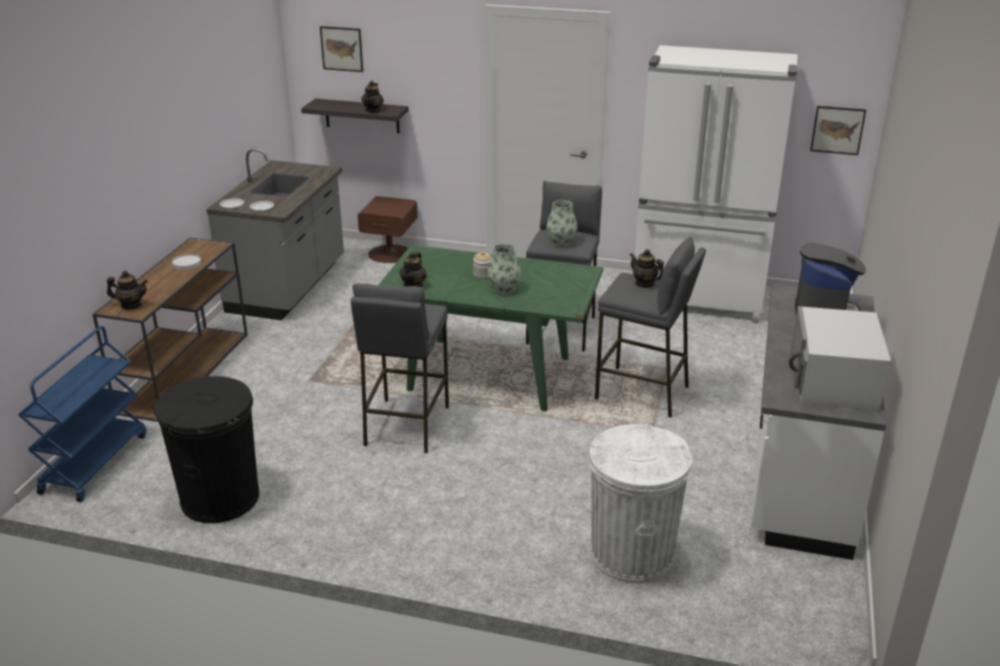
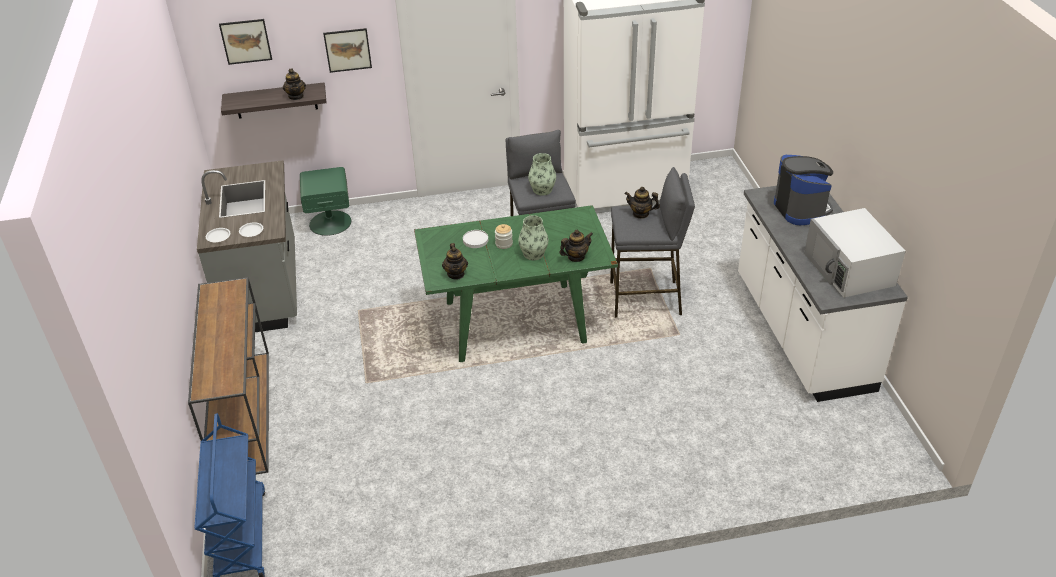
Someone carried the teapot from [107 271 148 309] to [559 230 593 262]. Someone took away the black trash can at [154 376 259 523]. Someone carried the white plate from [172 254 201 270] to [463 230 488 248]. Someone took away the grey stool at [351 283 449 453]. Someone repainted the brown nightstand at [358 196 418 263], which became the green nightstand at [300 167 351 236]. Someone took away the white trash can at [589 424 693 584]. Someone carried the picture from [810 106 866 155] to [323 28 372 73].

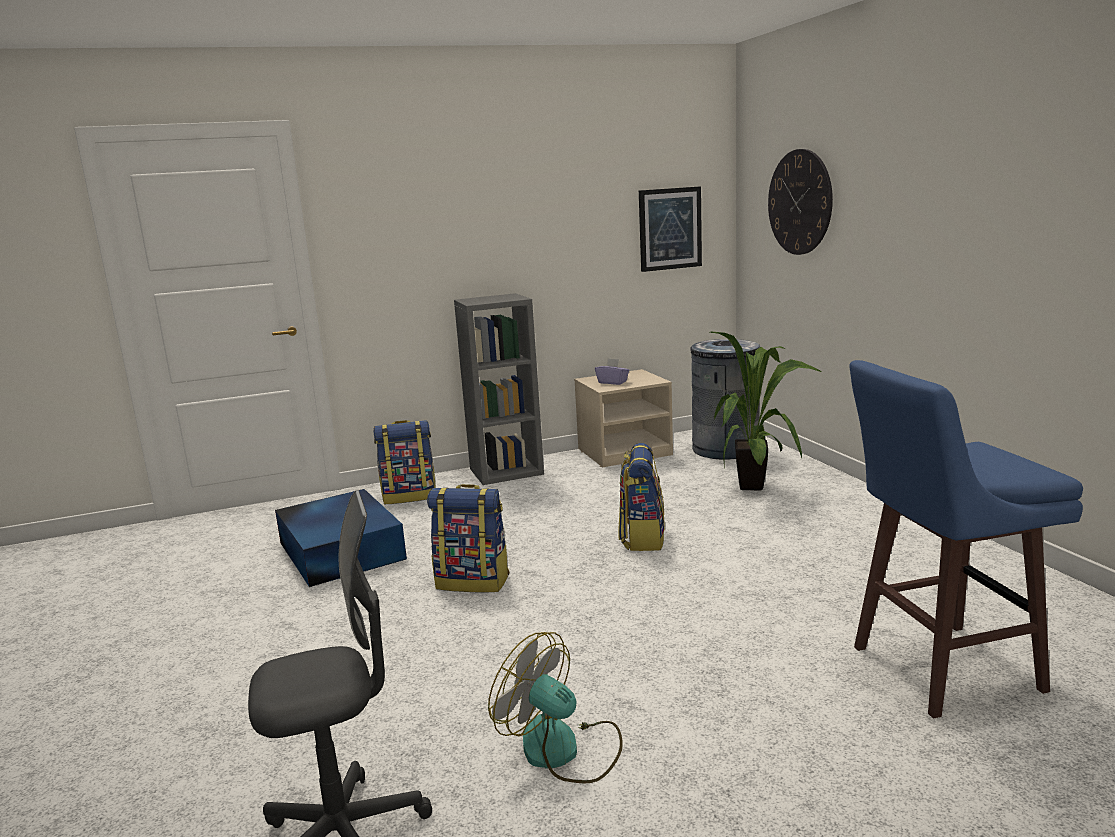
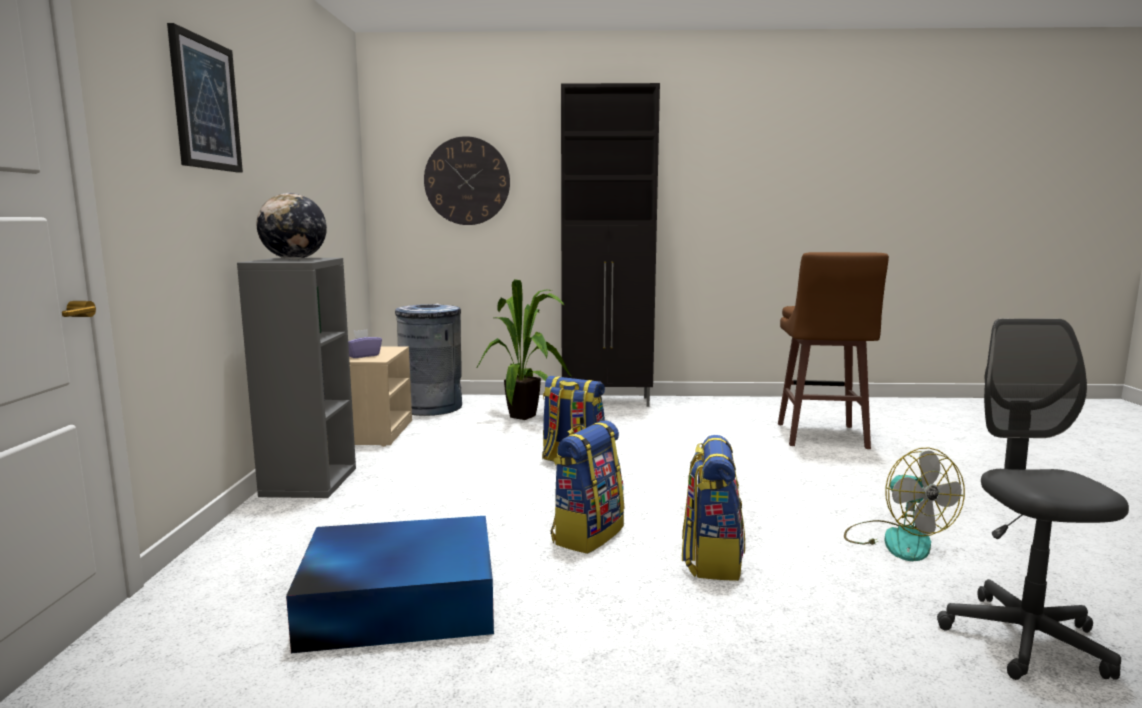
Someone carried the backpack from [373 420 436 505] to [682 435 745 581]. Someone rotated the fan at [488 632 623 783] by 75 degrees counterclockwise. Someone carried the picture from [639 186 702 272] to [167 23 243 172]. Someone repainted the blue stool at [849 360 1083 719], which became the brown stool at [778 252 889 449]. Someone put down the globe at [256 193 327 259]. Someone put down the black cabinet at [561 83 660 407].

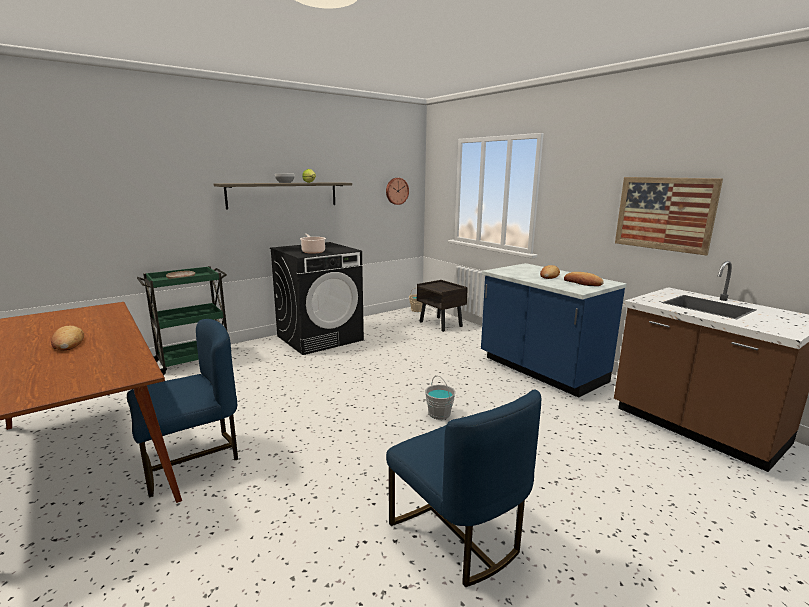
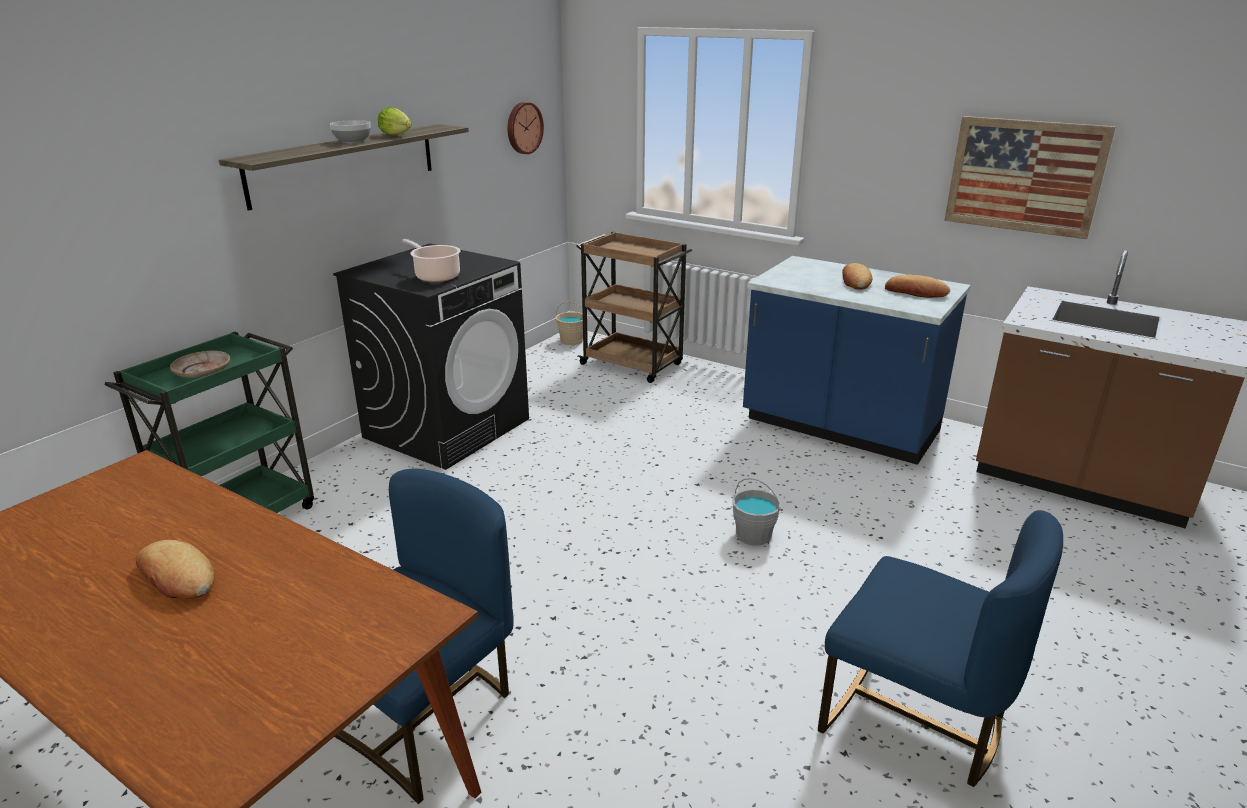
Someone swapped the brown nightstand at [417 280 468 332] for the brown cart at [576 232 692 383].

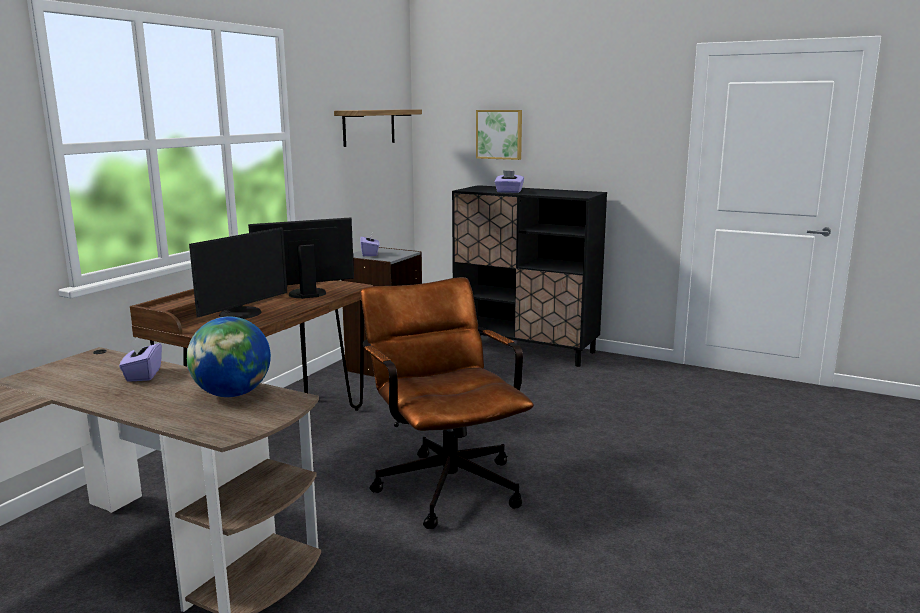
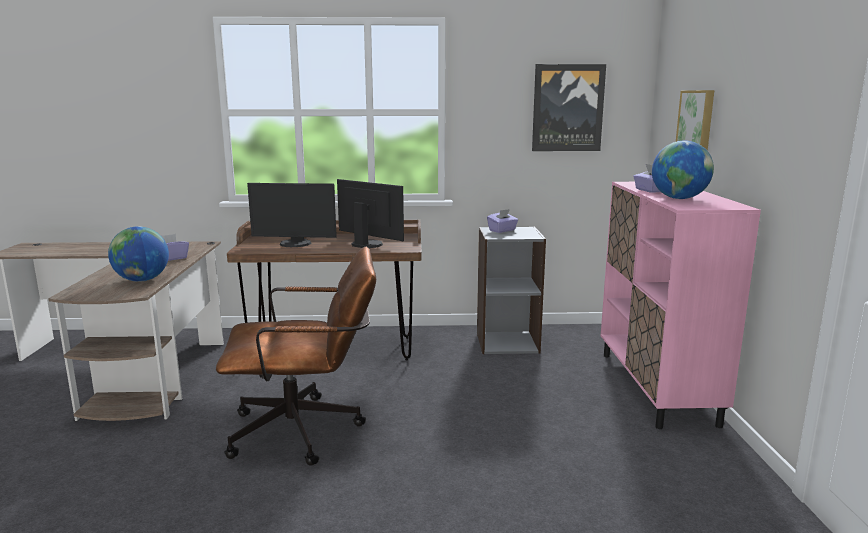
Someone swapped the shelf at [334 110 422 147] for the picture at [532 64 606 151]. Someone rotated the brown office chair at [360 277 534 529] by 45 degrees clockwise. Someone repainted the black cabinet at [452 185 607 367], which became the pink cabinet at [601 182 761 429]. Someone put down the globe at [652 140 714 199].

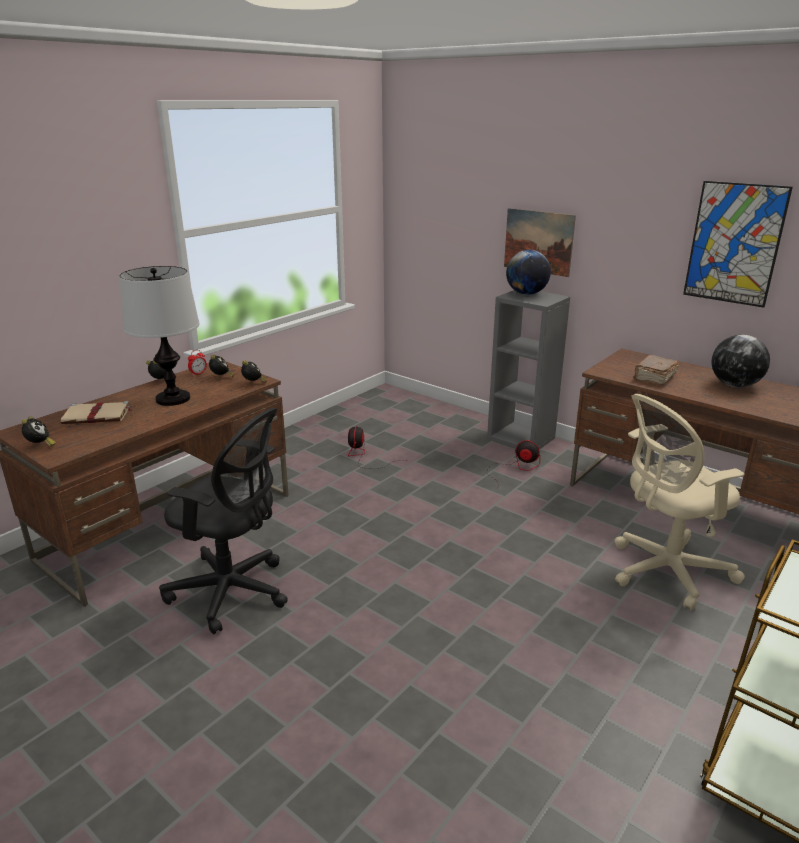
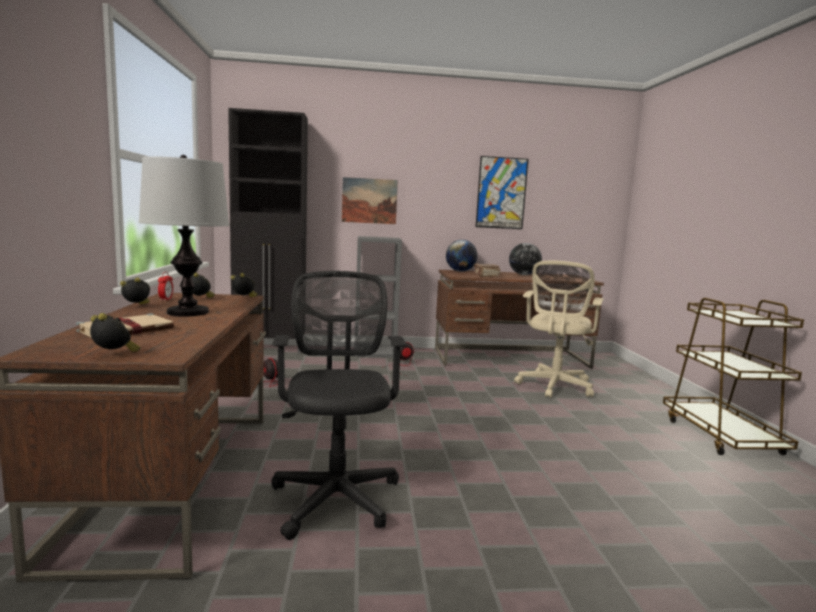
Someone rotated the black office chair at [159 408 288 635] by 75 degrees counterclockwise. Someone carried the globe from [506 250 551 295] to [446 240 478 272]. Someone put down the black cabinet at [228 108 308 353].

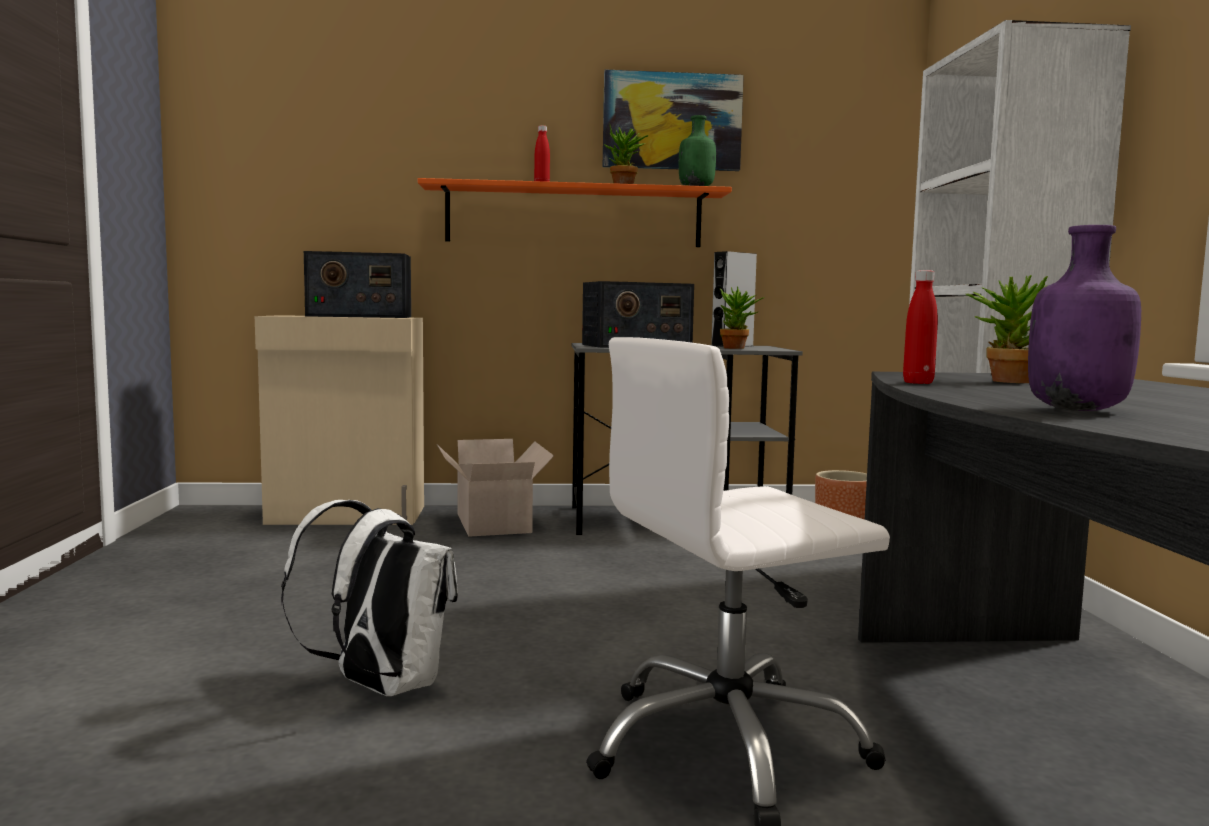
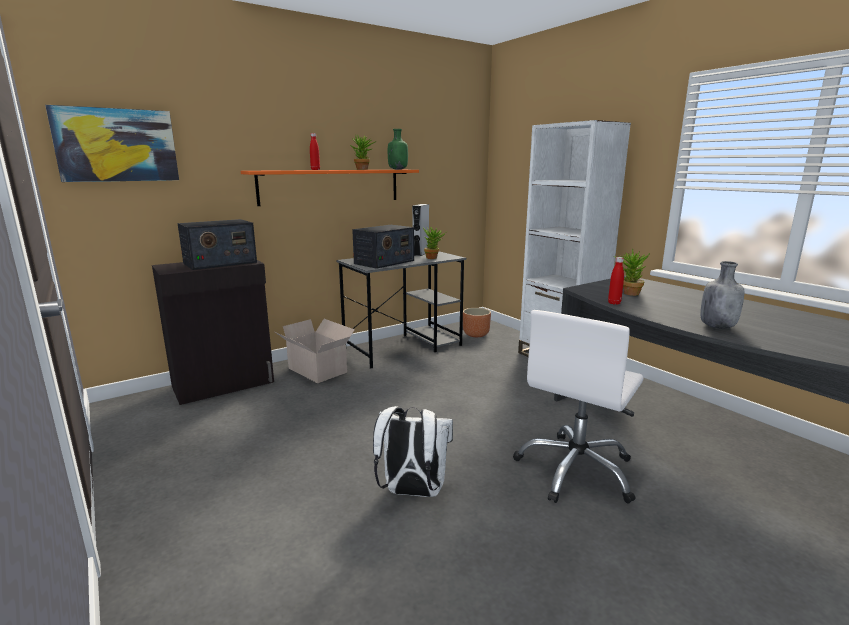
Someone repainted the beige cabinet at [255 315 424 525], which became the black cabinet at [152 260 274 405]. Someone carried the picture from [603 69 744 171] to [45 105 179 182]. Someone repainted the purple bottle at [1028 225 1141 411], which became the grey bottle at [700 261 745 329].

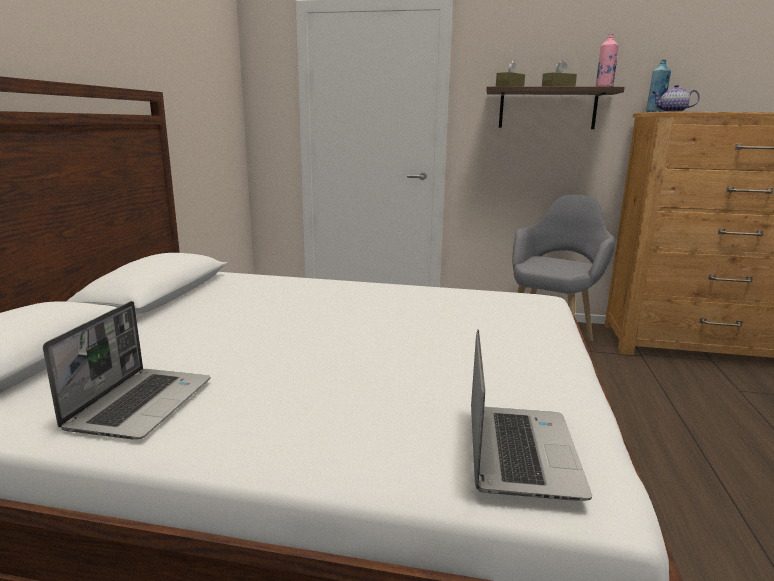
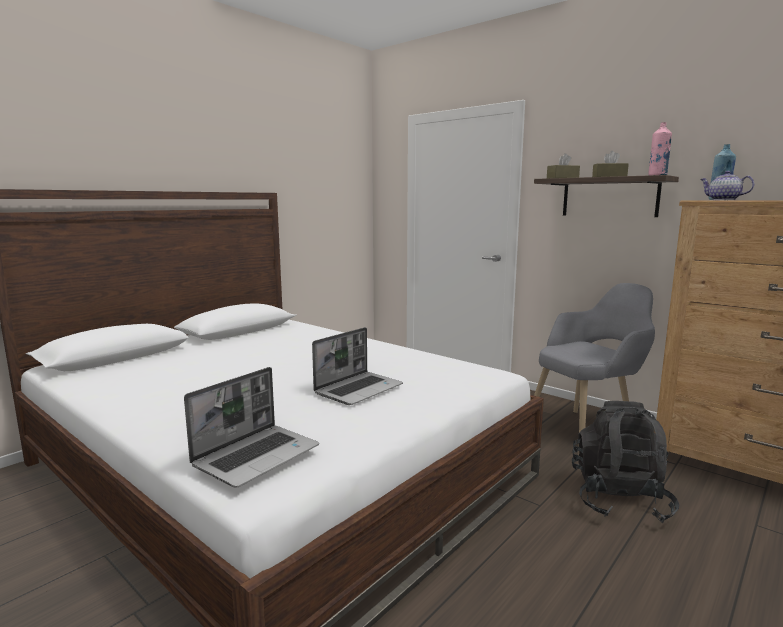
Someone carried the laptop from [43 301 210 439] to [312 327 403 405]. Someone put down the black backpack at [572 401 679 523].

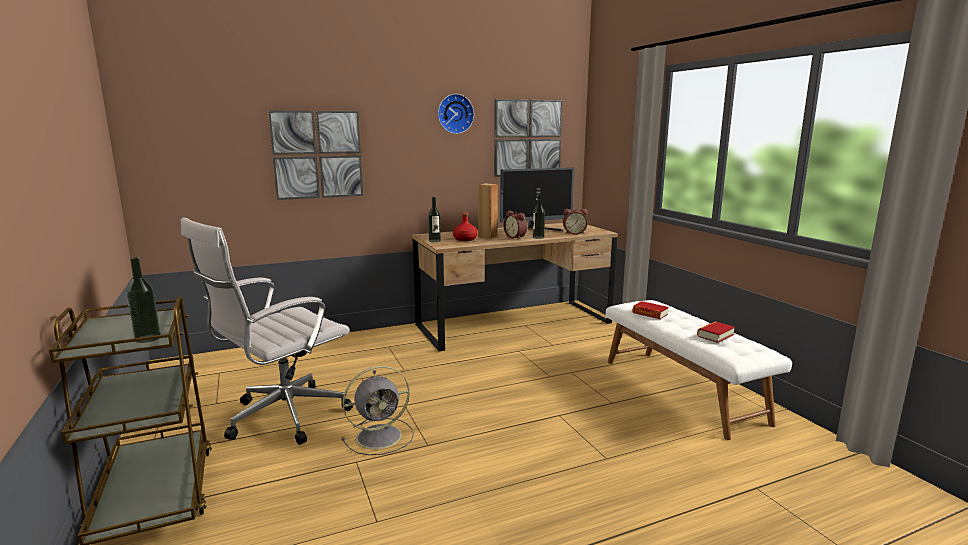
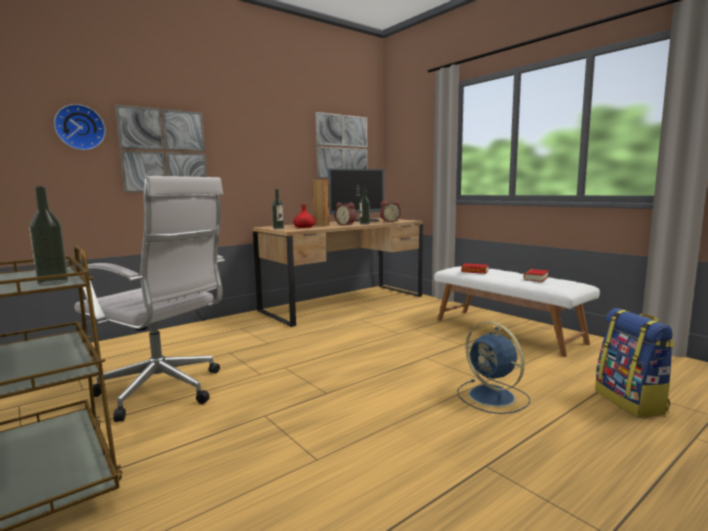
Someone rotated the white office chair at [181 217 353 445] by 90 degrees counterclockwise. Someone took away the grey fan at [341 366 414 455]. Someone carried the wall clock from [438 94 474 134] to [54 104 106 150]. Someone put down the blue fan at [457 321 530 414]. Someone put down the backpack at [595 308 675 417].

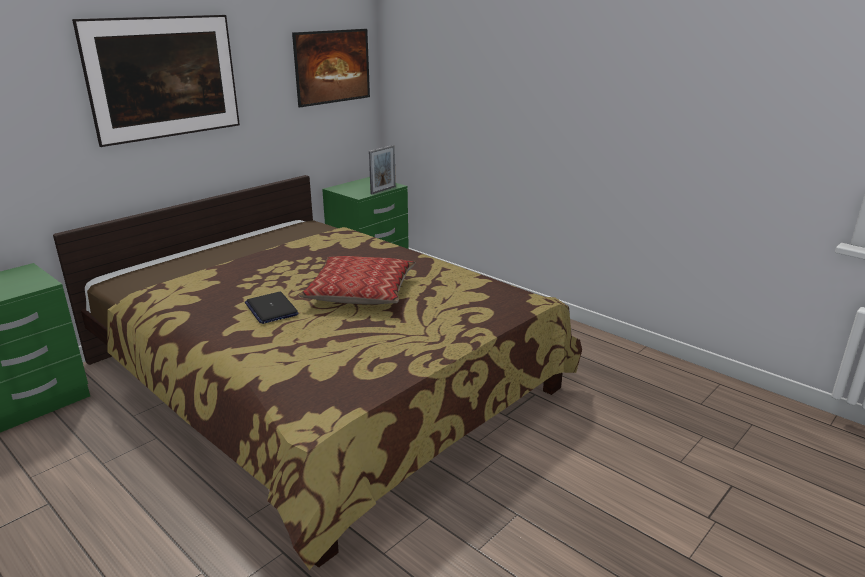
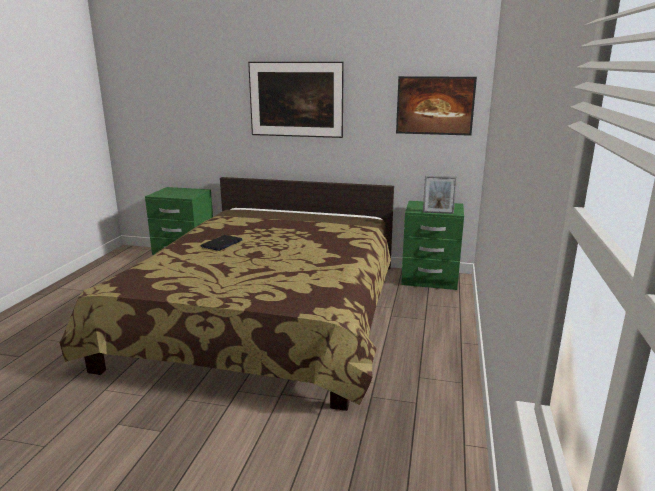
Someone took away the pillow at [299 256 416 304].

